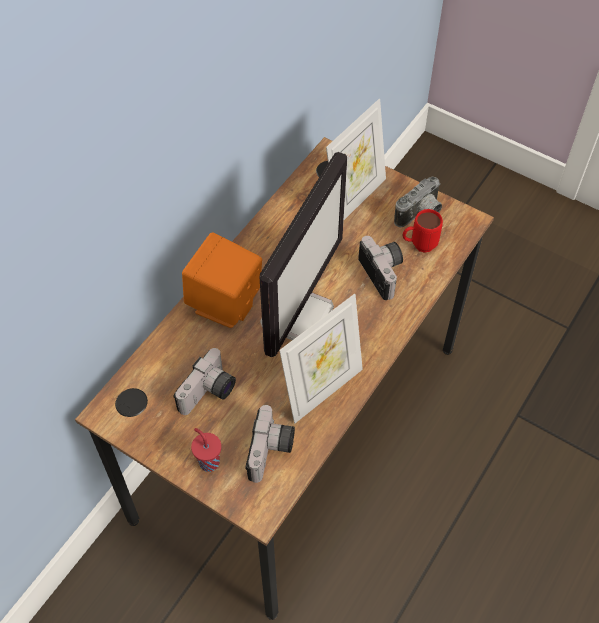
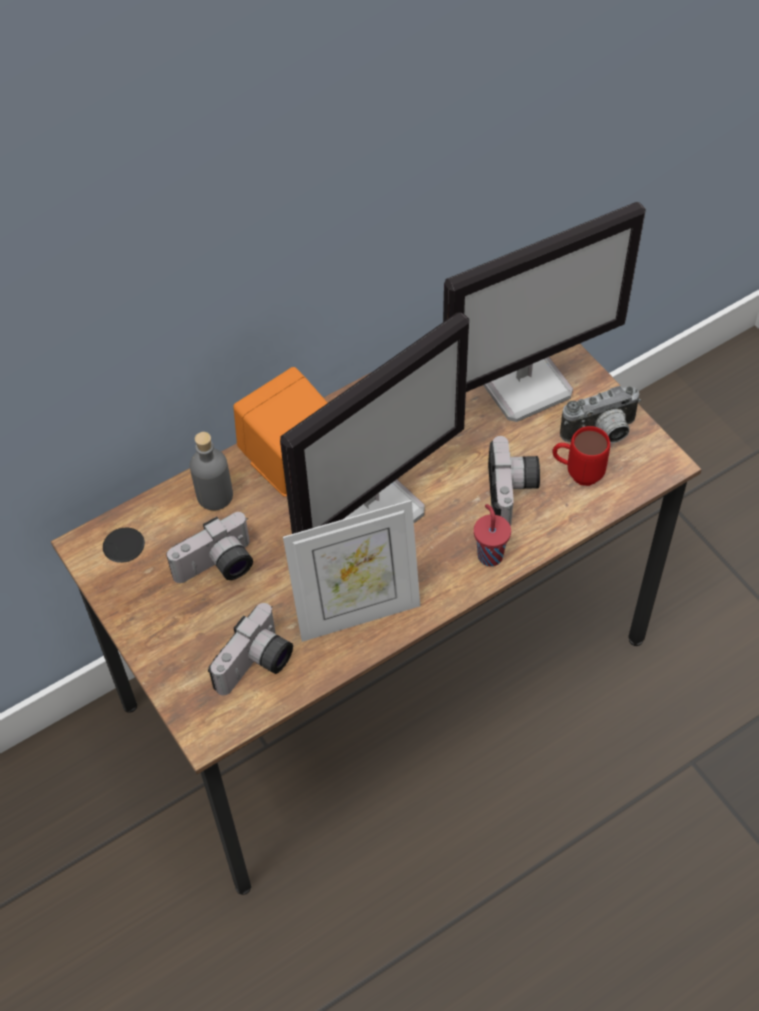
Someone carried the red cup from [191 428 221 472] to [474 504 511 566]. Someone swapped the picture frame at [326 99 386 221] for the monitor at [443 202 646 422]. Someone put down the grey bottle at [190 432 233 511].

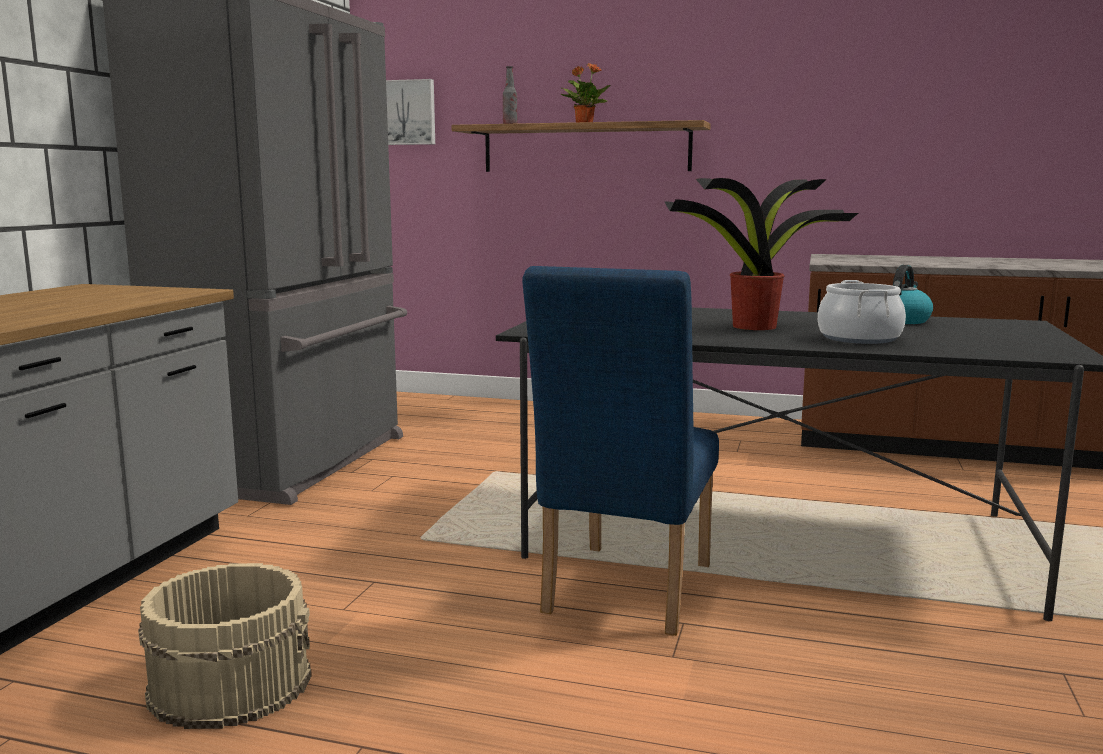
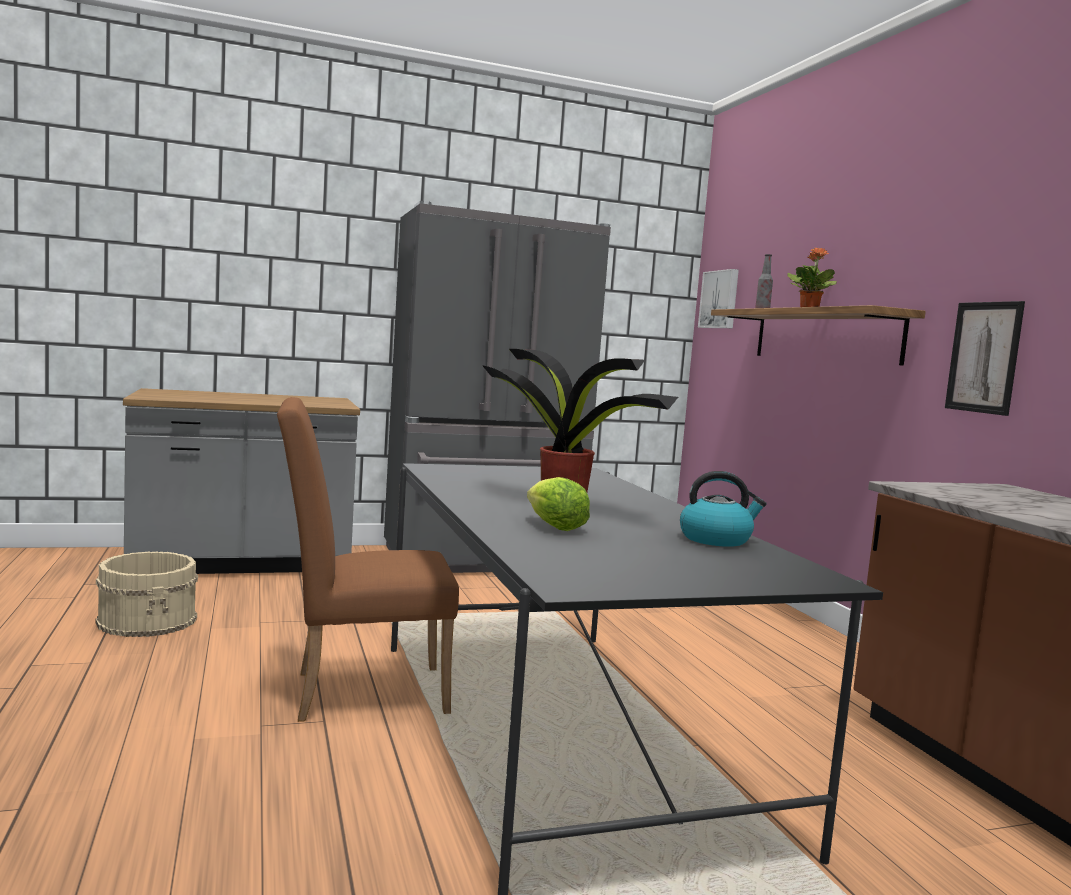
Someone repainted the blue chair at [522 266 719 636], which became the brown chair at [277 397 459 722]. Someone swapped the cooking pot at [818 280 906 344] for the lettuce at [527 477 590 531]. Someone put up the picture at [945 301 1025 416].

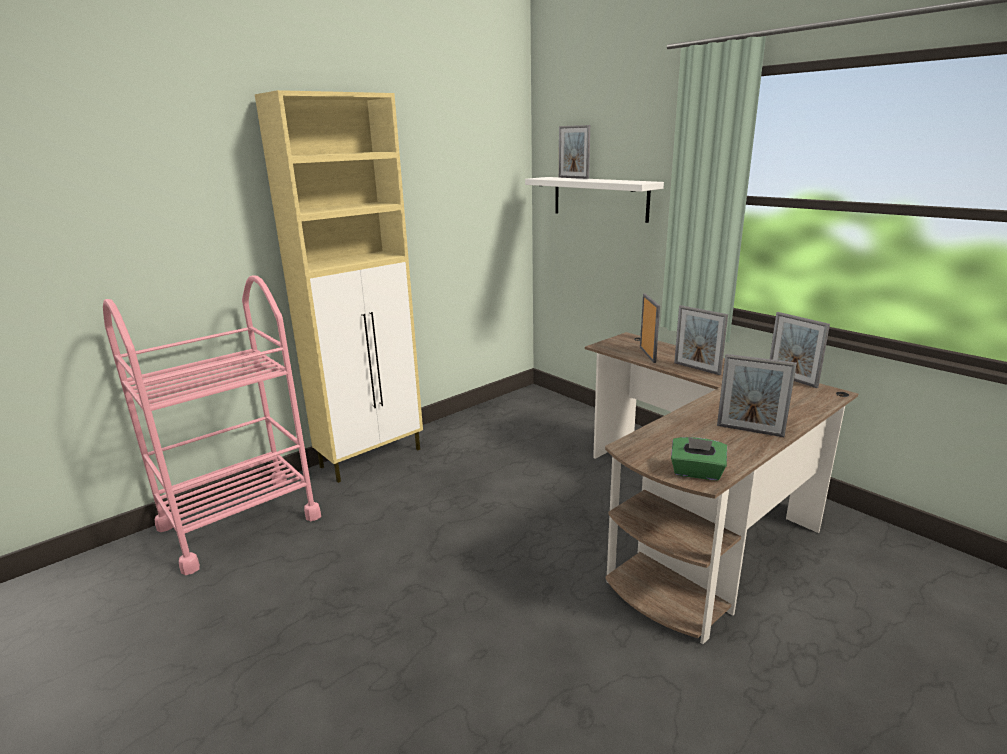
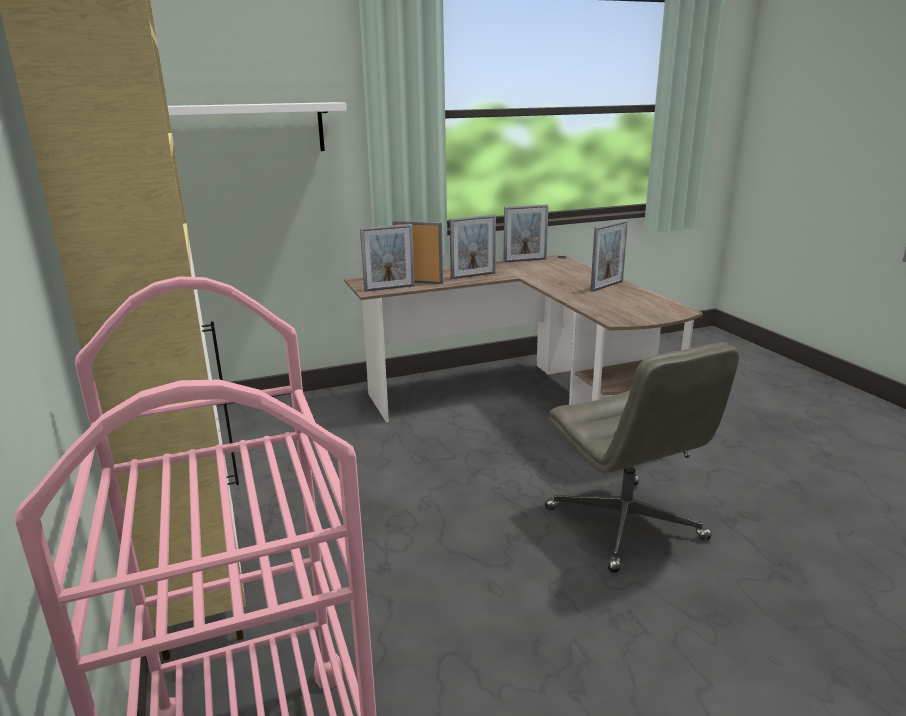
Someone carried the picture frame from [559 125 590 179] to [360 224 415 292]. Someone took away the green tissue box at [671 437 727 480]. Someone put down the grey office chair at [545 342 739 573].

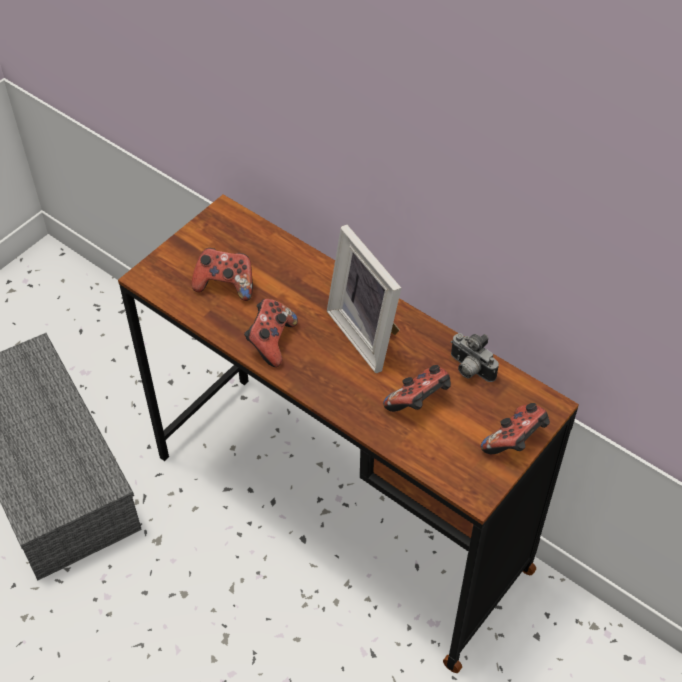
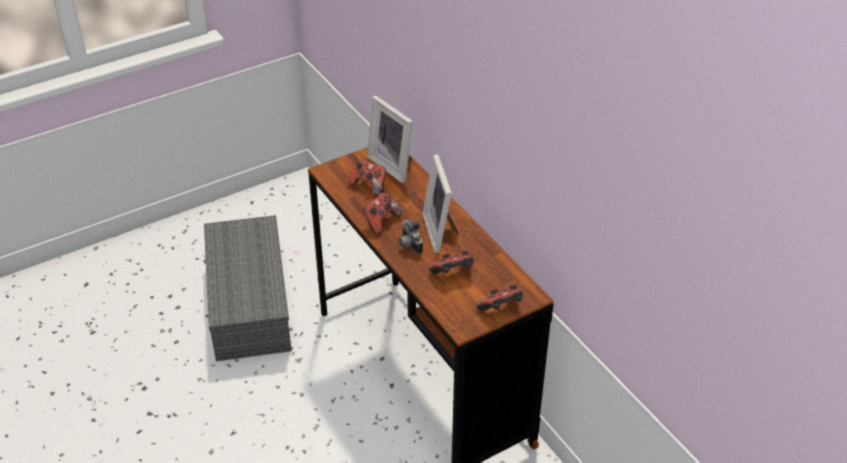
Someone carried the photo camera from [451 333 499 382] to [399 220 423 255]. Someone put down the picture frame at [367 96 413 183].

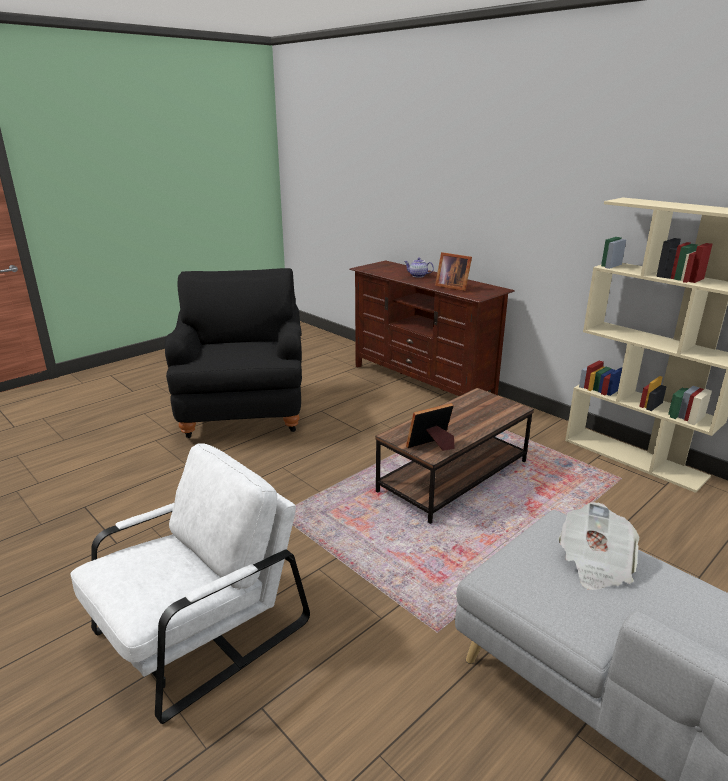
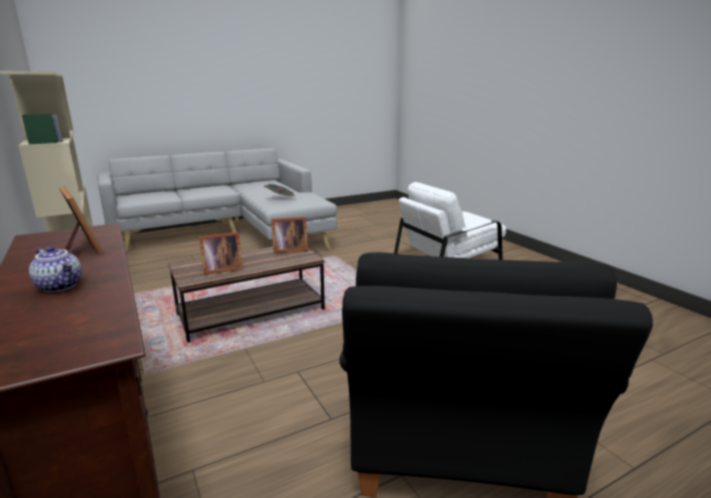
Someone put down the picture frame at [199 232 243 275].

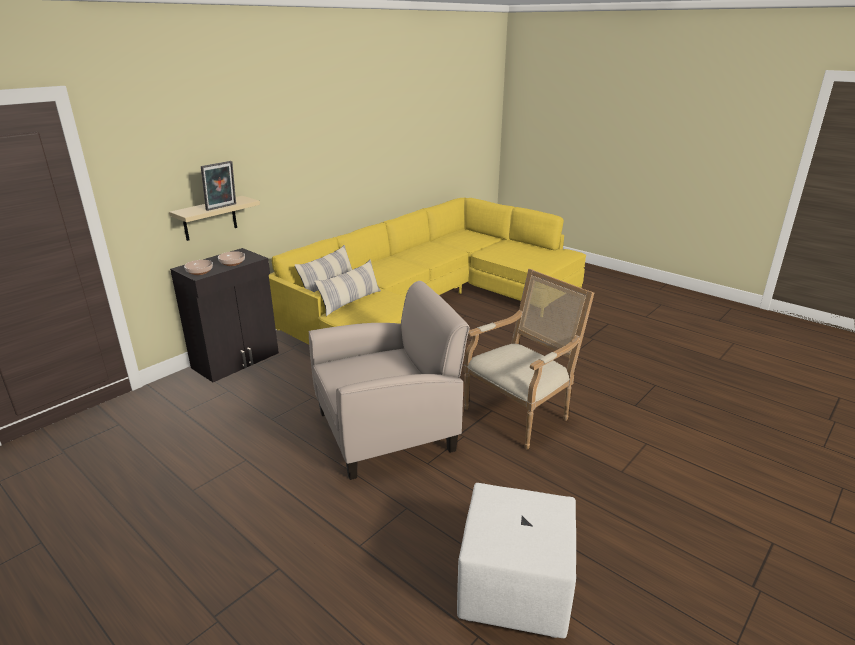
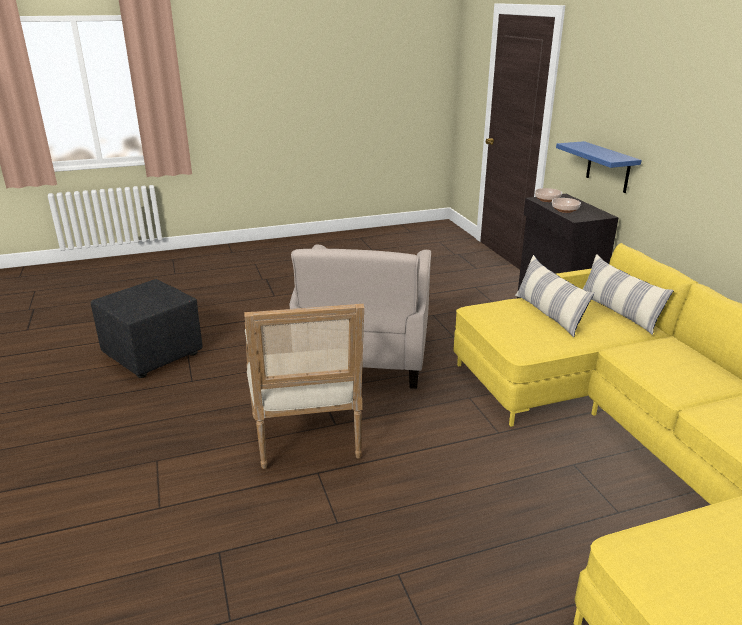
Someone repainted the beige shelf at [169 196 260 241], which became the blue shelf at [556 141 642 193]. Someone took away the picture frame at [201 161 236 211]. Someone repainted the white ottoman at [457 483 576 638], which became the black ottoman at [91 279 203 378].

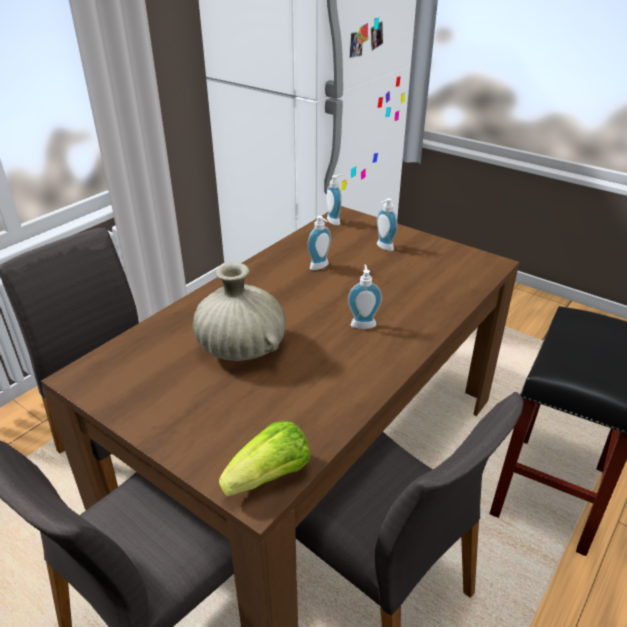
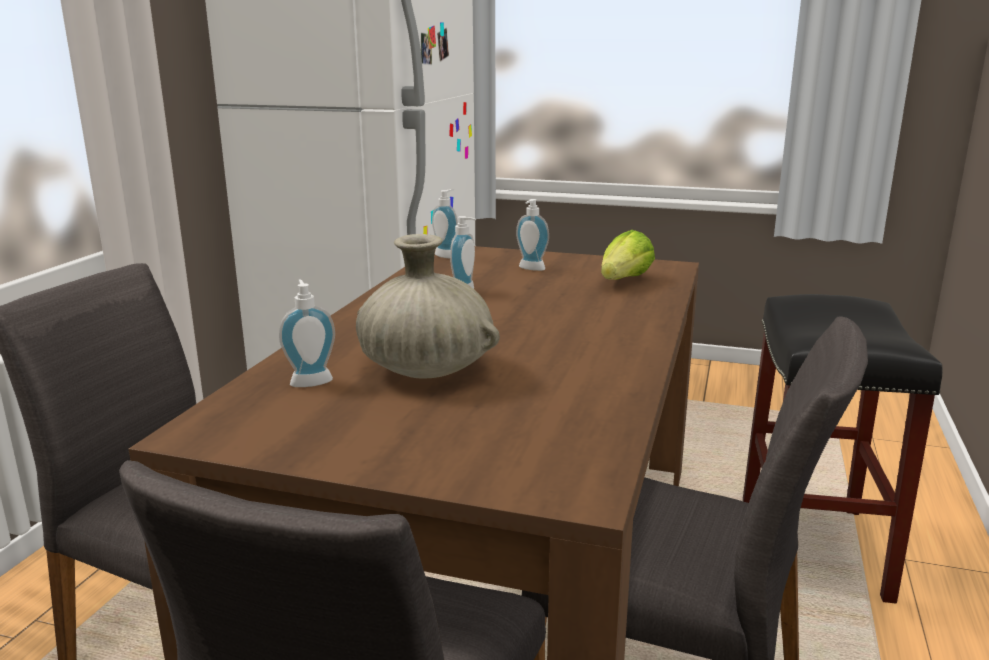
Someone carried the lettuce from [219 421 310 496] to [601 230 655 280]. Someone carried the soap dispenser from [348 264 382 329] to [279 279 335 387].

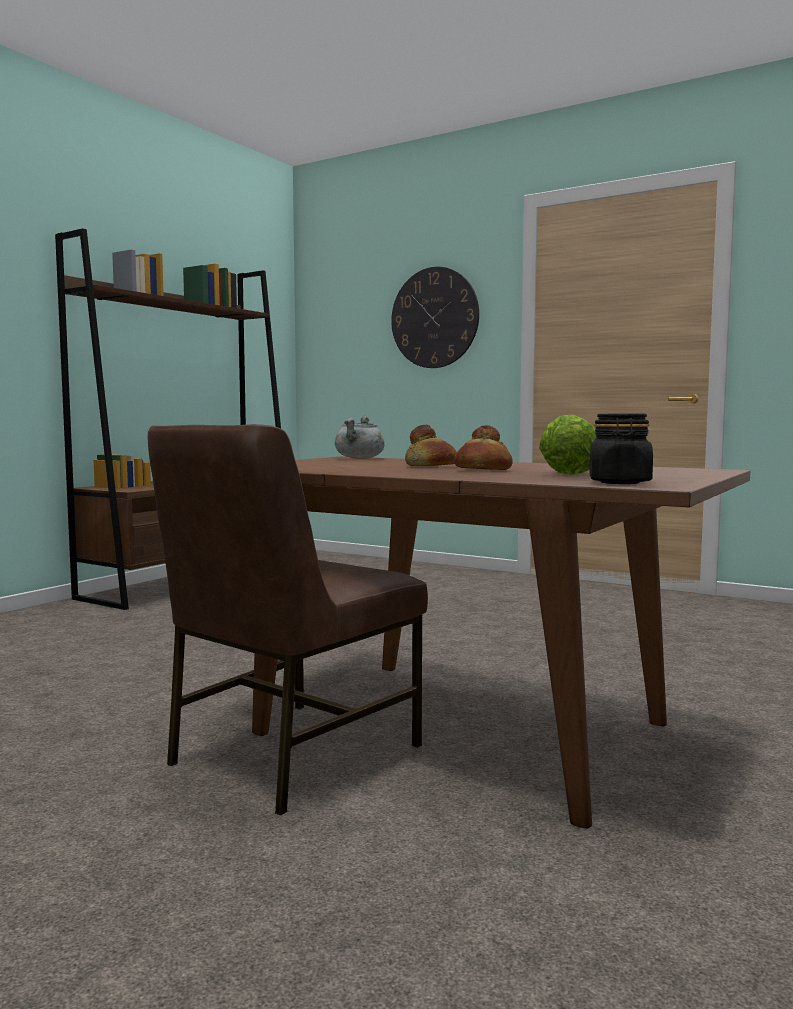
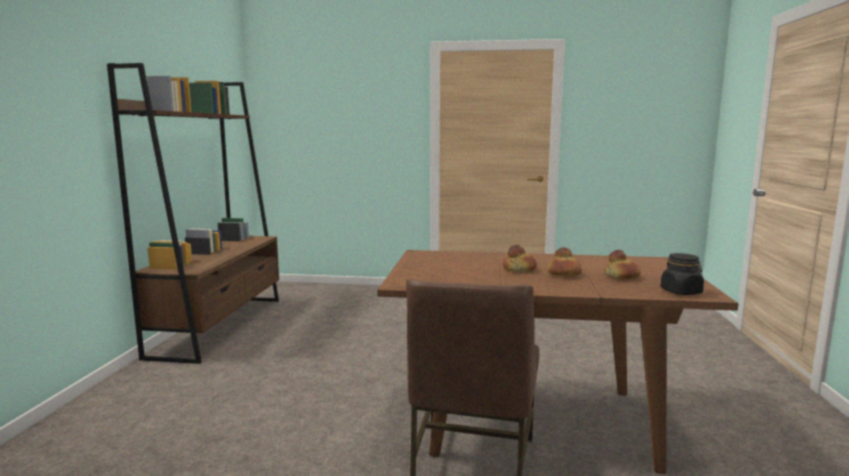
Someone took away the grey cooking pot at [335 415 384 459]. Someone took away the wall clock at [391 267 479 368]. Someone swapped the lettuce at [539 414 597 475] for the bread at [604 250 641 279].

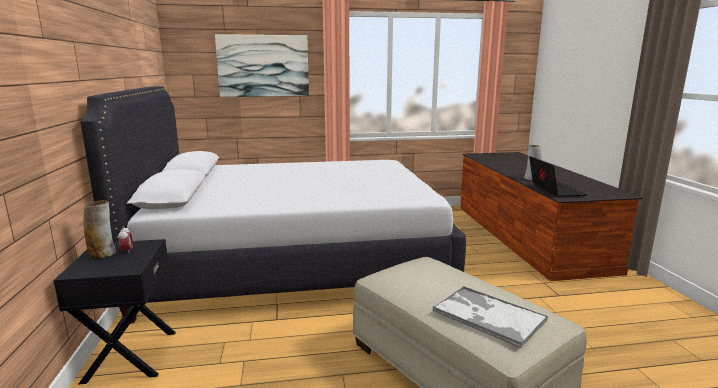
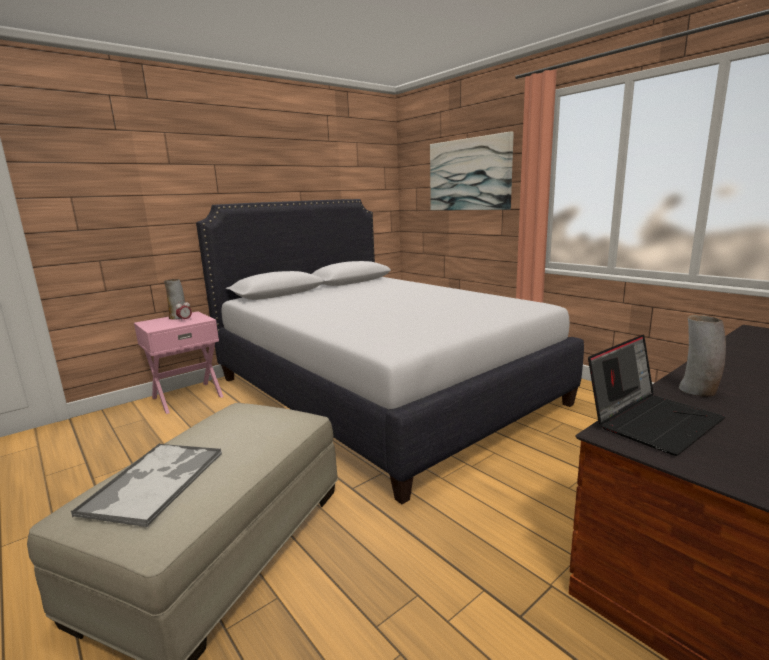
Someone repainted the black nightstand at [53 239 176 385], which became the pink nightstand at [134 311 223 414].

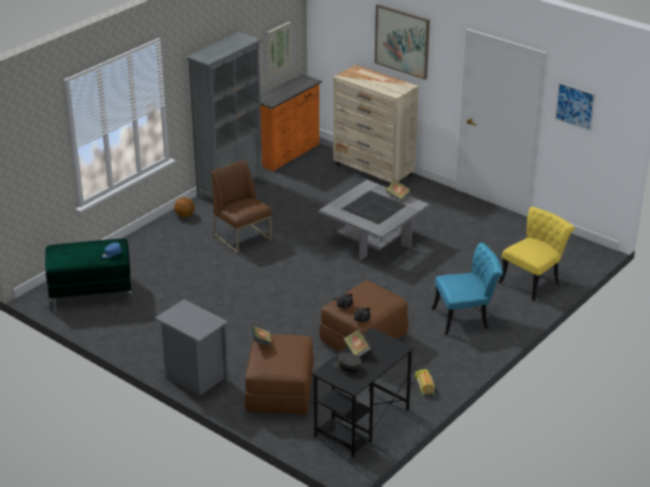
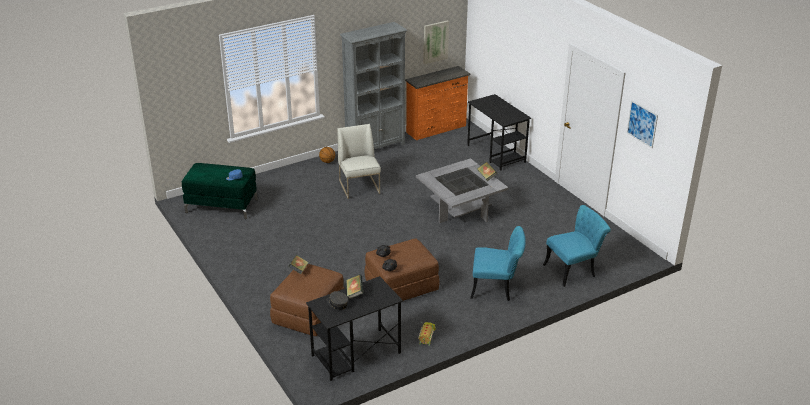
Someone took away the grey nightstand at [155 299 228 396]. Someone repainted the brown chair at [211 160 272 254], which became the white chair at [338 124 381 199]. Someone swapped the beige dresser at [333 65 419 183] for the black desk at [467 94 531 170]. Someone took away the picture at [375 4 430 80]. Someone repainted the yellow chair at [499 207 575 301], which became the turquoise chair at [543 205 611 287].

